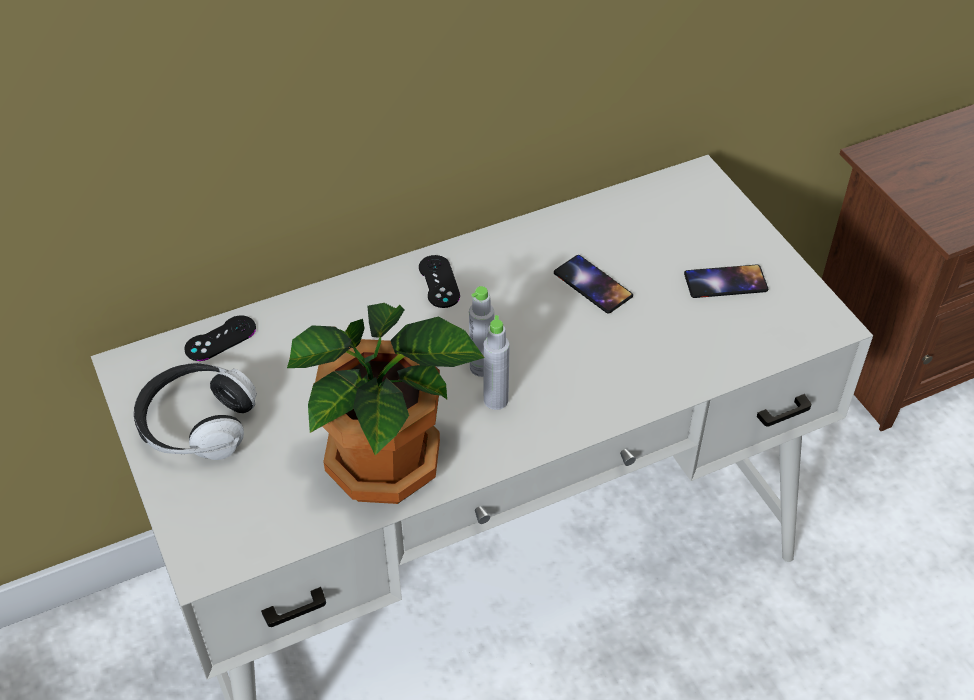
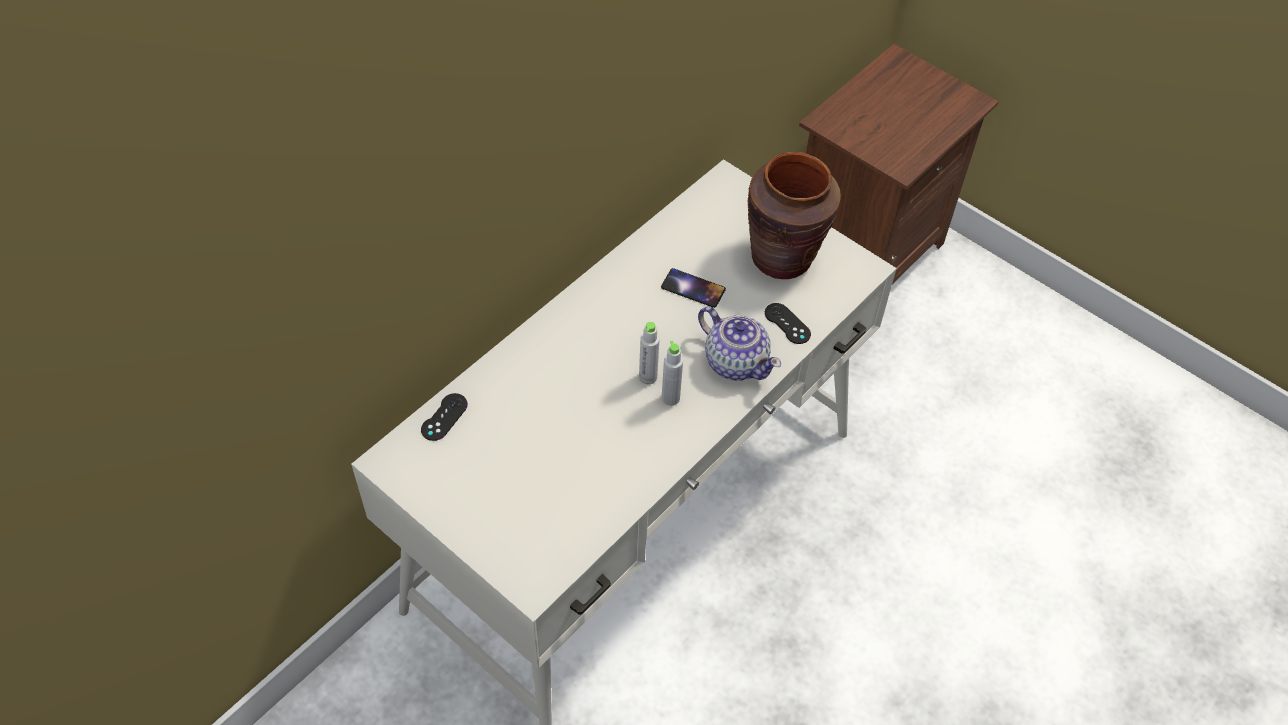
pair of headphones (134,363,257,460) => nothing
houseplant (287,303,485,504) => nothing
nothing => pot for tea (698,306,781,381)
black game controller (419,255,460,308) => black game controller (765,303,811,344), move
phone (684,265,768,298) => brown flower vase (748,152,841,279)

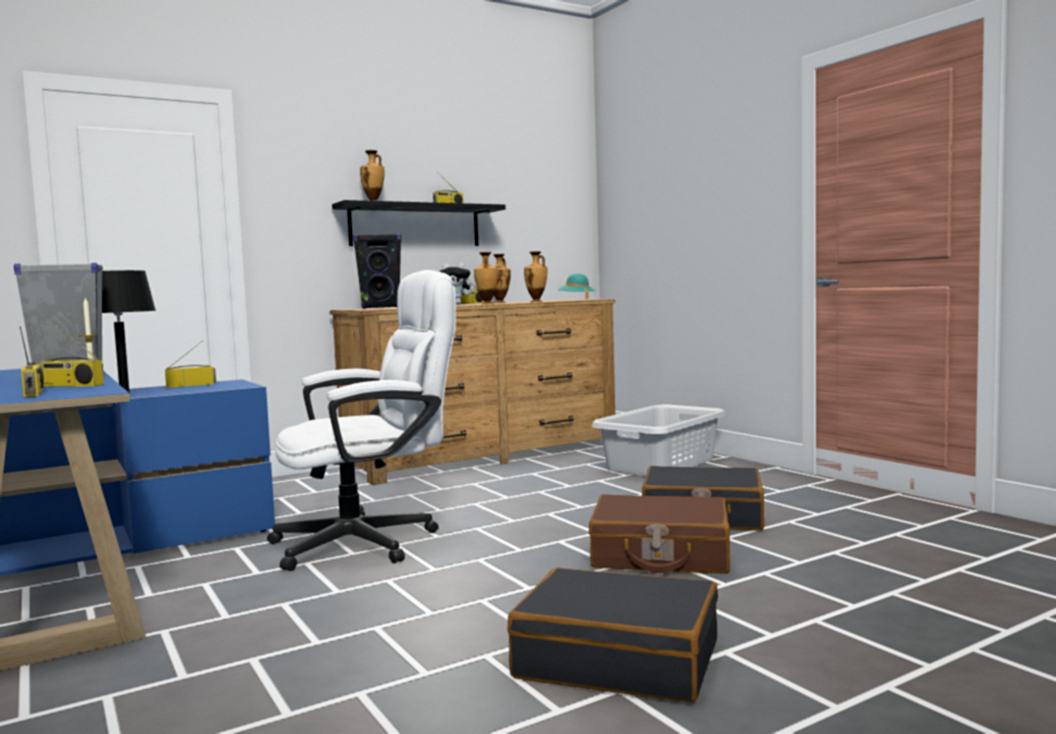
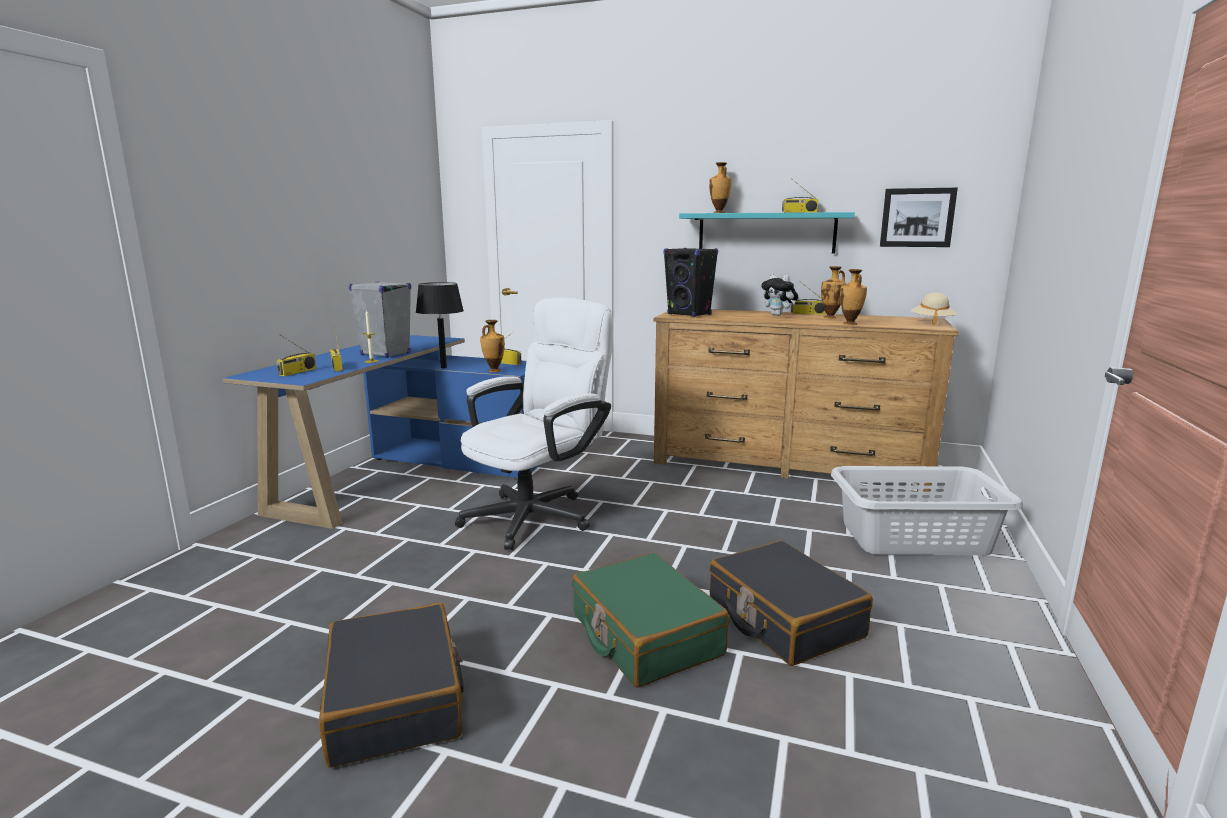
nothing => wall art (880,188,958,247)
flower vase (474,252,498,304) => flower vase (480,320,505,372), move
black shelf (332,200,506,246) => turquoise shelf (679,212,855,254)
turquoise hat (558,273,595,299) => sand-coloured hat (911,292,957,325)
brown suitcase (589,494,730,574) => greenish suitcase (572,553,729,688)
white-coloured office chair (267,270,456,571) => white-coloured office chair (455,298,613,550), 75 degrees counterclockwise

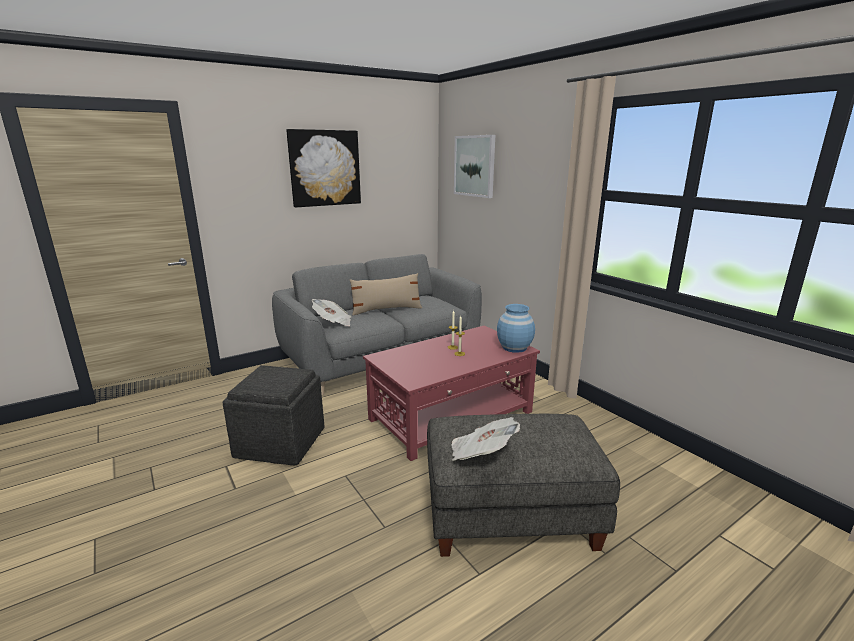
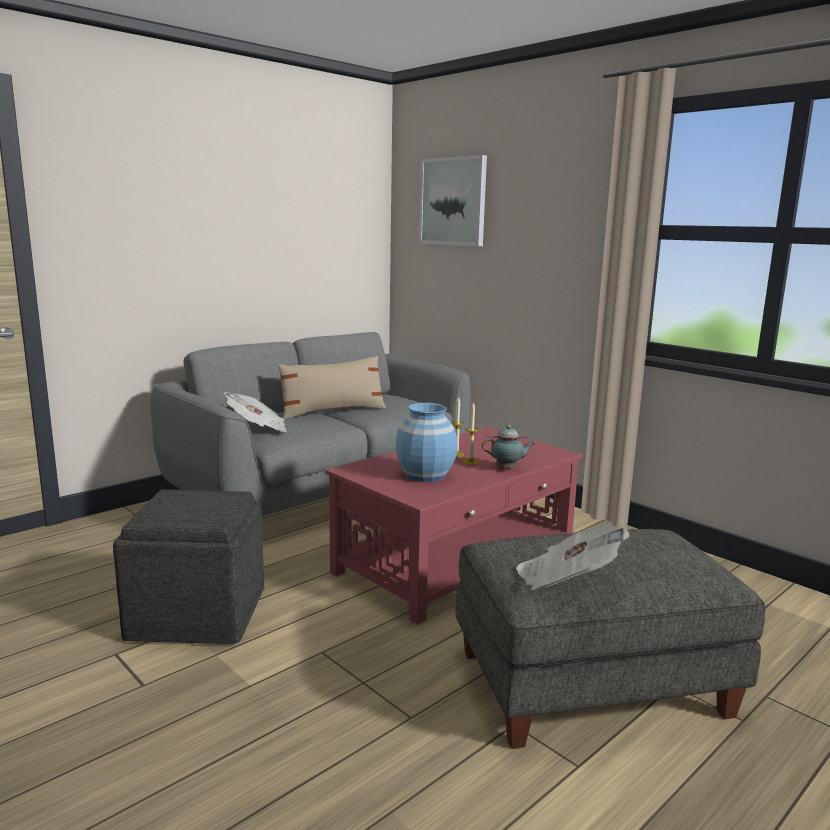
wall art (286,129,361,207) => nothing
nothing => pot for tea (482,425,536,469)
bluish flower vase (497,304,535,353) => bluish flower vase (396,403,458,482), move

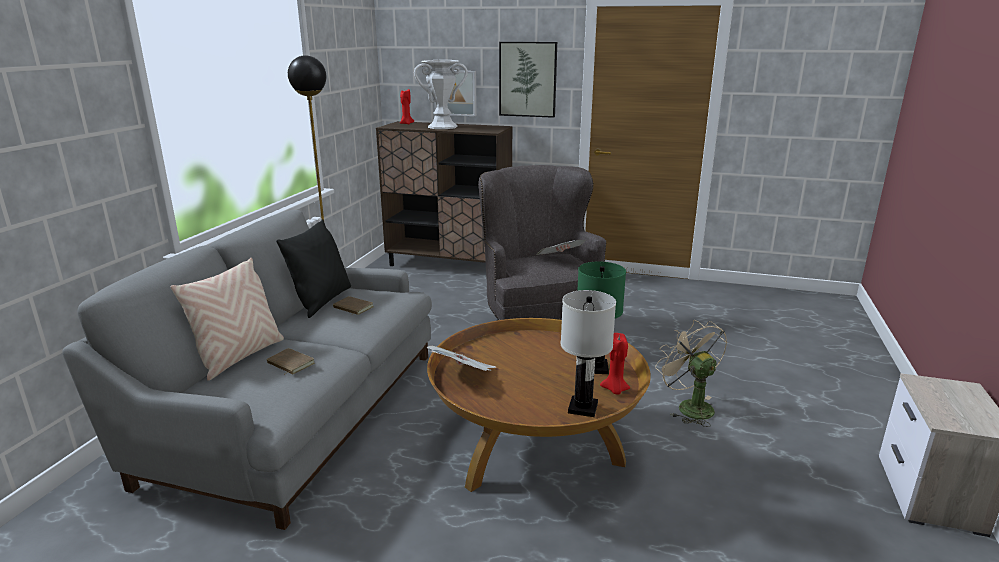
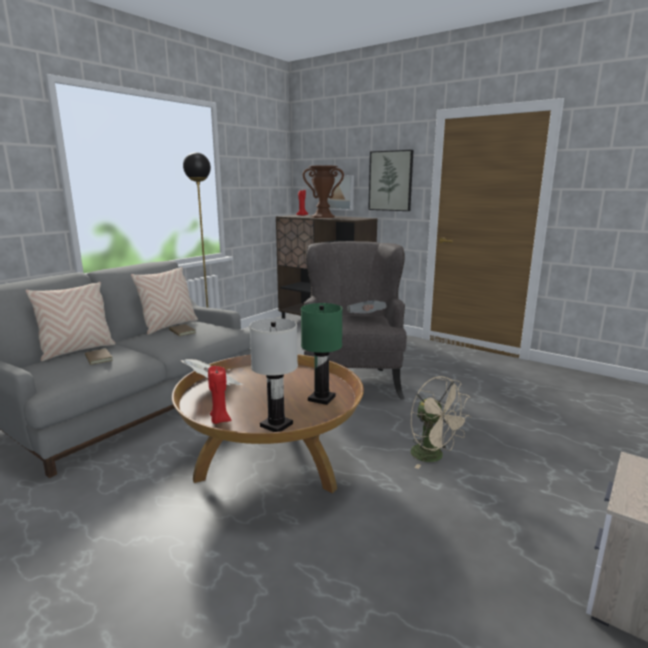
red candle (600,333,630,395) => red candle (208,366,231,424), move
black pillow (276,219,351,318) => sand-coloured pillow (131,267,198,335)
white-coloured flower vase (414,60,468,129) => brown flower vase (303,165,344,218)
sand-coloured electric fan (655,320,727,427) => sand-coloured electric fan (410,376,471,469), 150 degrees clockwise

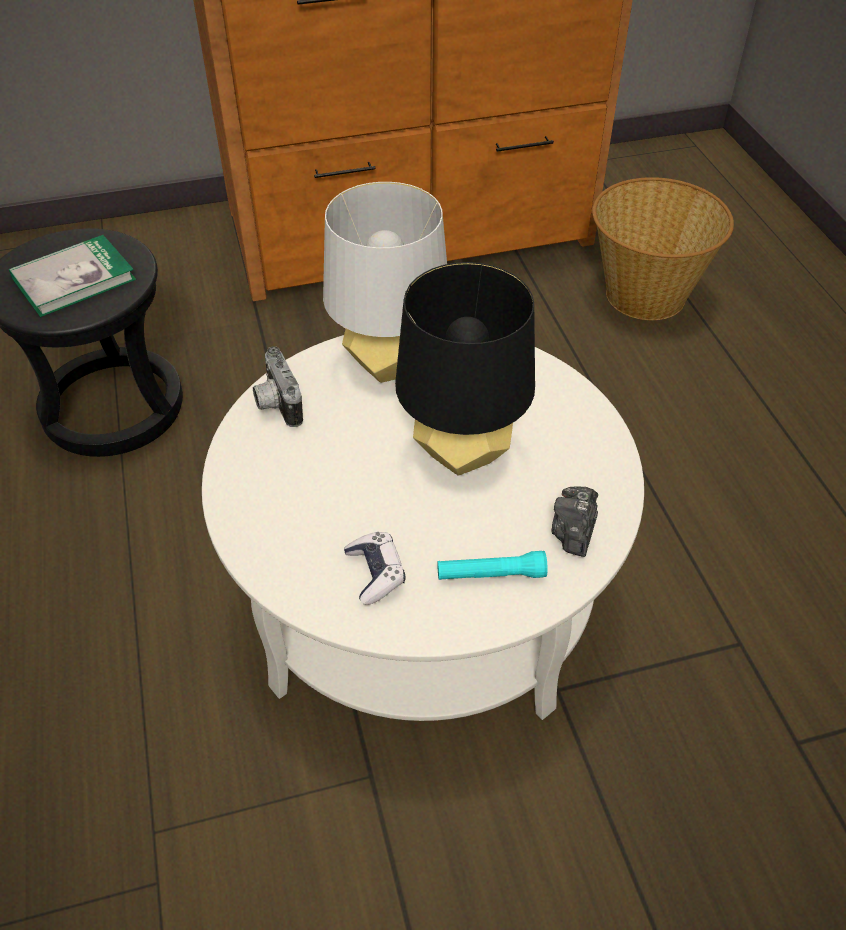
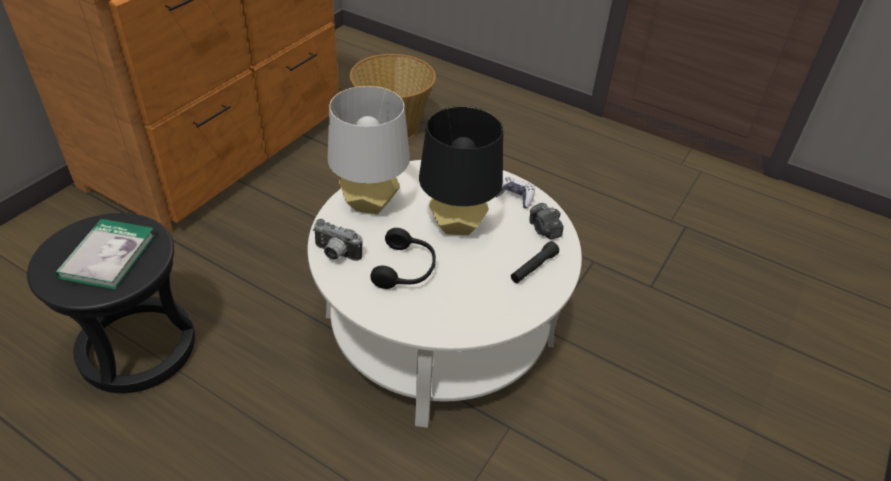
nothing => black pair of headphones (370,228,436,289)
game controller (344,532,405,605) => game controller (496,177,535,209), move
turquoise torch (437,551,548,580) => black torch (511,241,559,283)

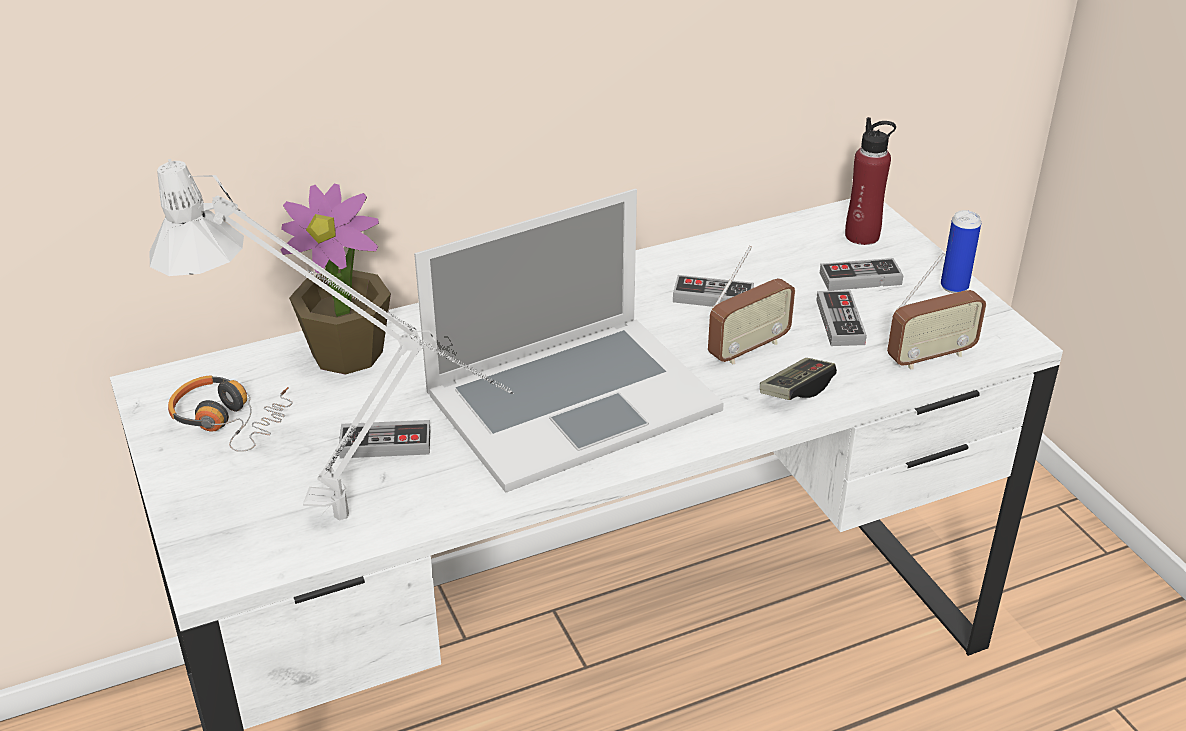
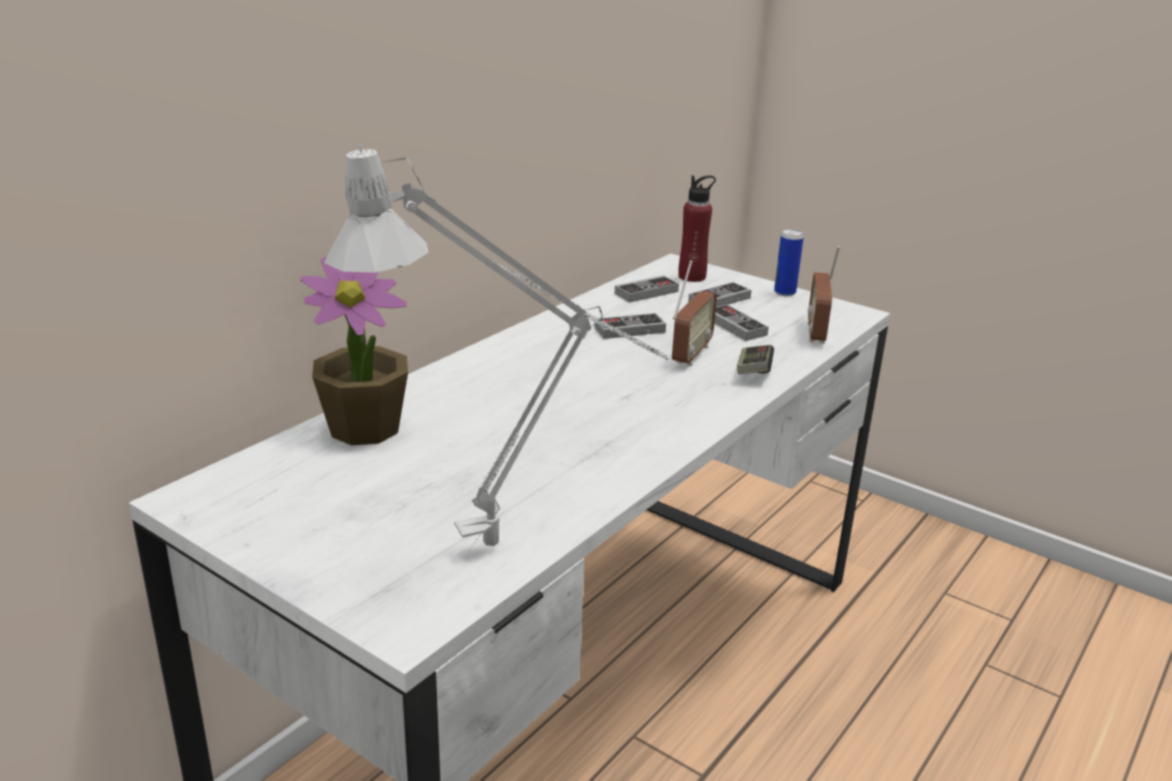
pair of headphones (168,375,293,452) => nothing
portable computer (414,189,724,493) => nothing
game controller (339,420,430,458) => game controller (615,275,679,303), move
radio (887,253,986,370) => radio (807,246,840,343), 150 degrees clockwise

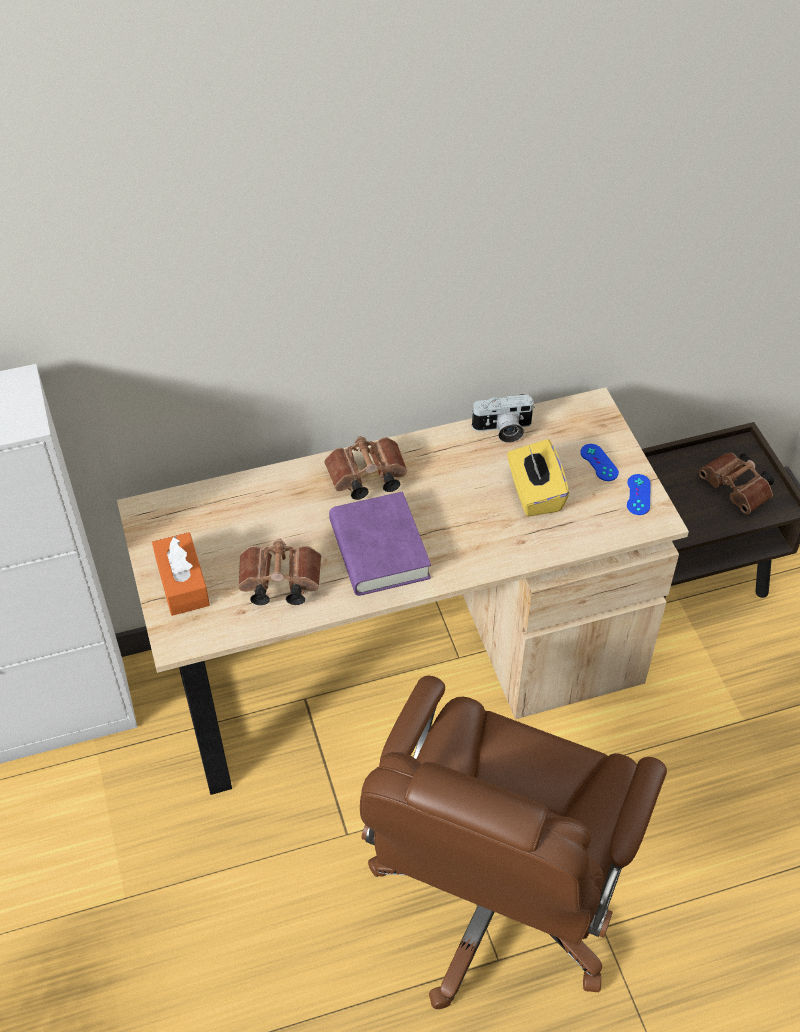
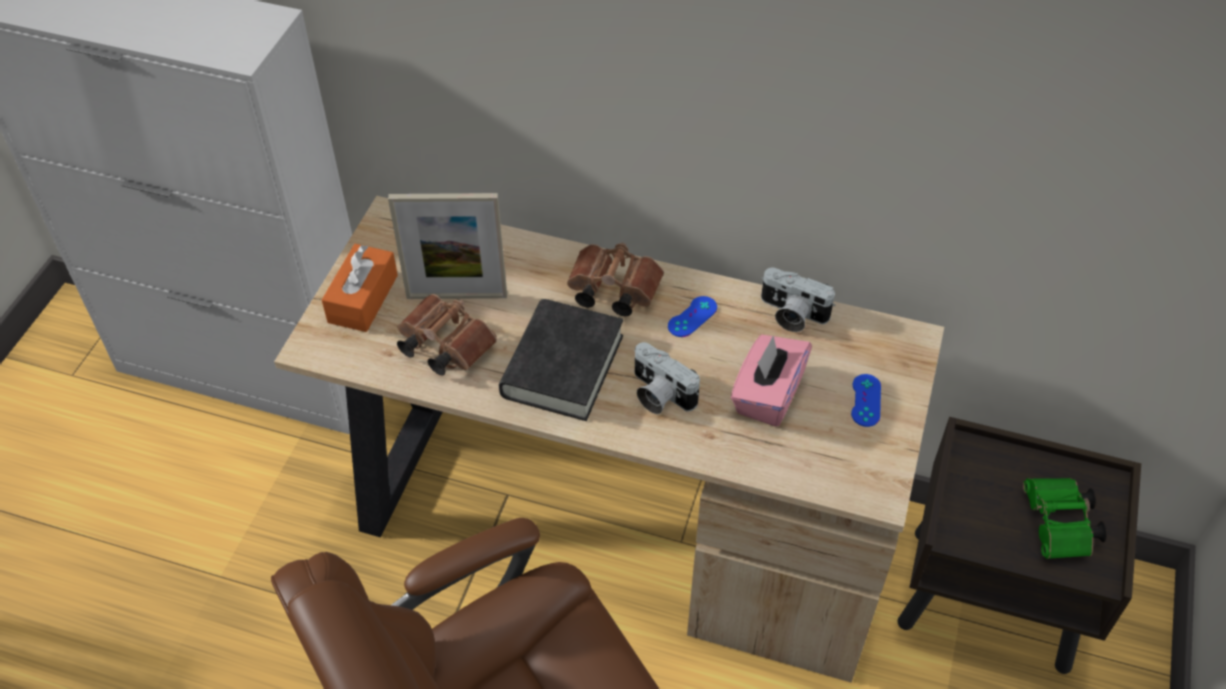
nothing => photo frame (388,193,507,299)
nothing => still camera (635,342,700,414)
bluish game controller (627,474,651,515) => bluish game controller (668,296,717,337), move
purple-coloured volume (329,492,431,596) => black volume (499,299,623,421)
yellow-coloured tissue box (507,439,569,516) => pinkish tissue box (731,335,812,427)
brown pair of binoculars (699,453,774,514) => greenish pair of binoculars (1023,478,1107,559)

